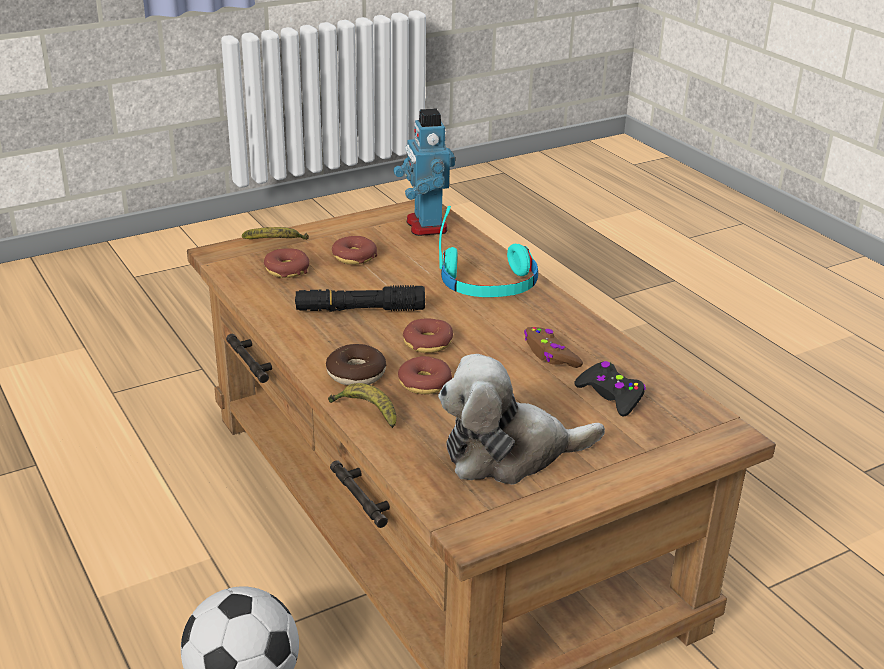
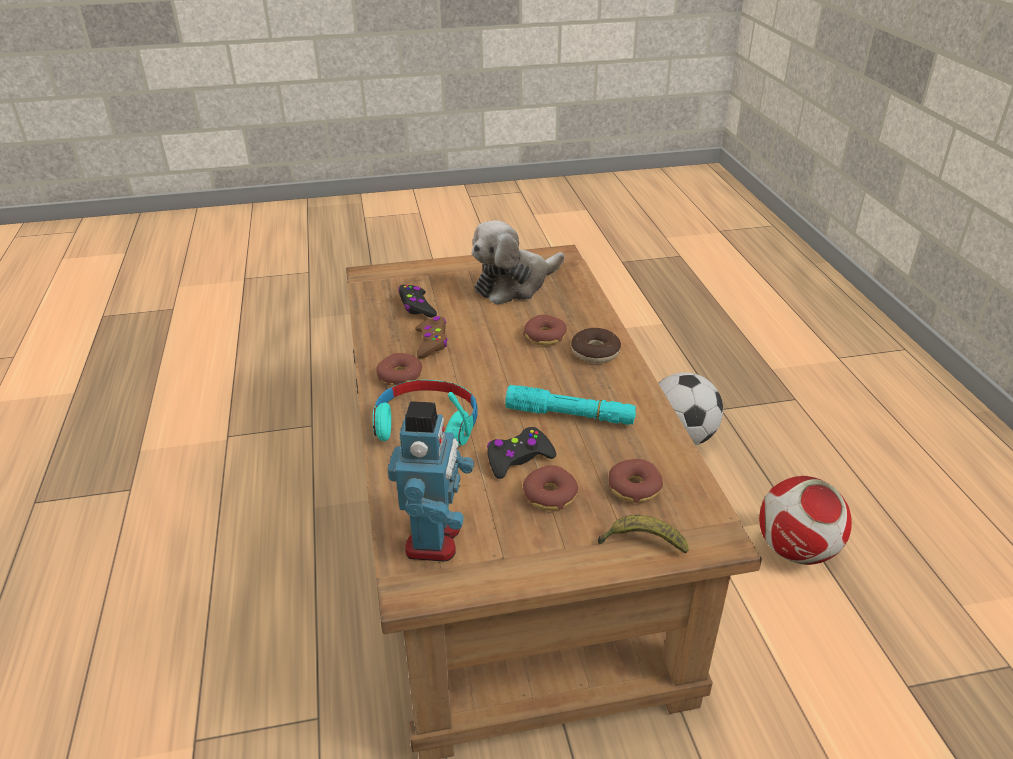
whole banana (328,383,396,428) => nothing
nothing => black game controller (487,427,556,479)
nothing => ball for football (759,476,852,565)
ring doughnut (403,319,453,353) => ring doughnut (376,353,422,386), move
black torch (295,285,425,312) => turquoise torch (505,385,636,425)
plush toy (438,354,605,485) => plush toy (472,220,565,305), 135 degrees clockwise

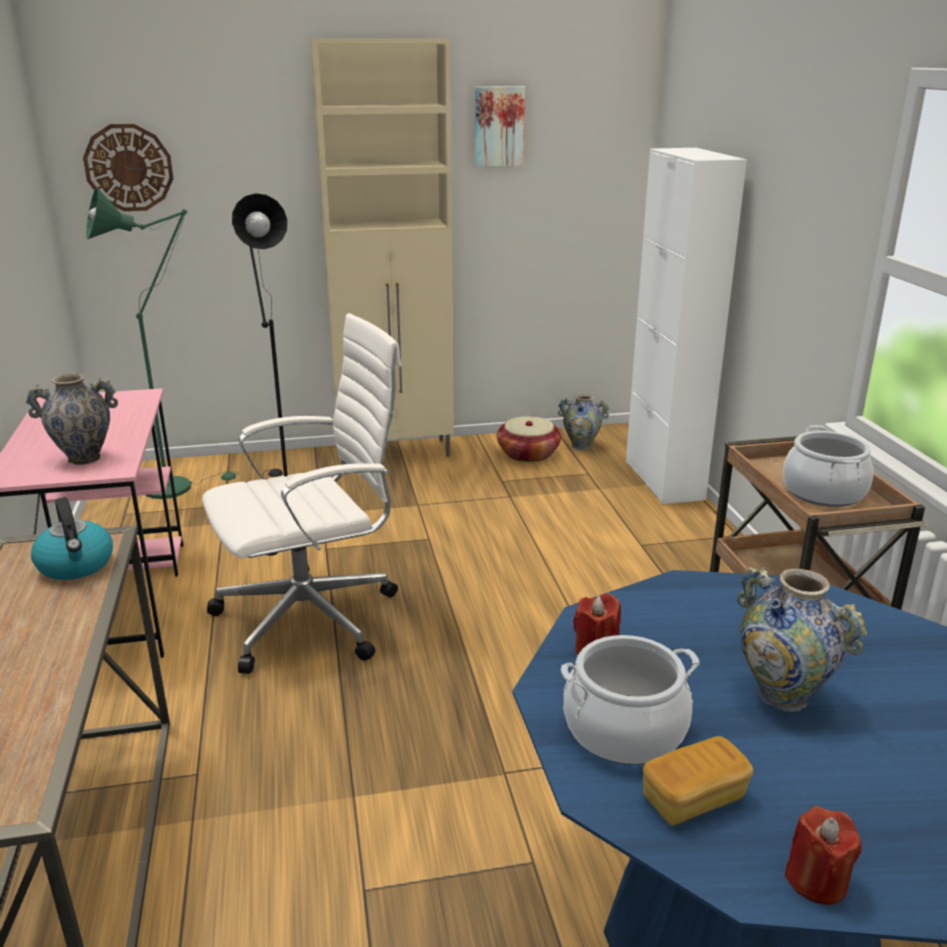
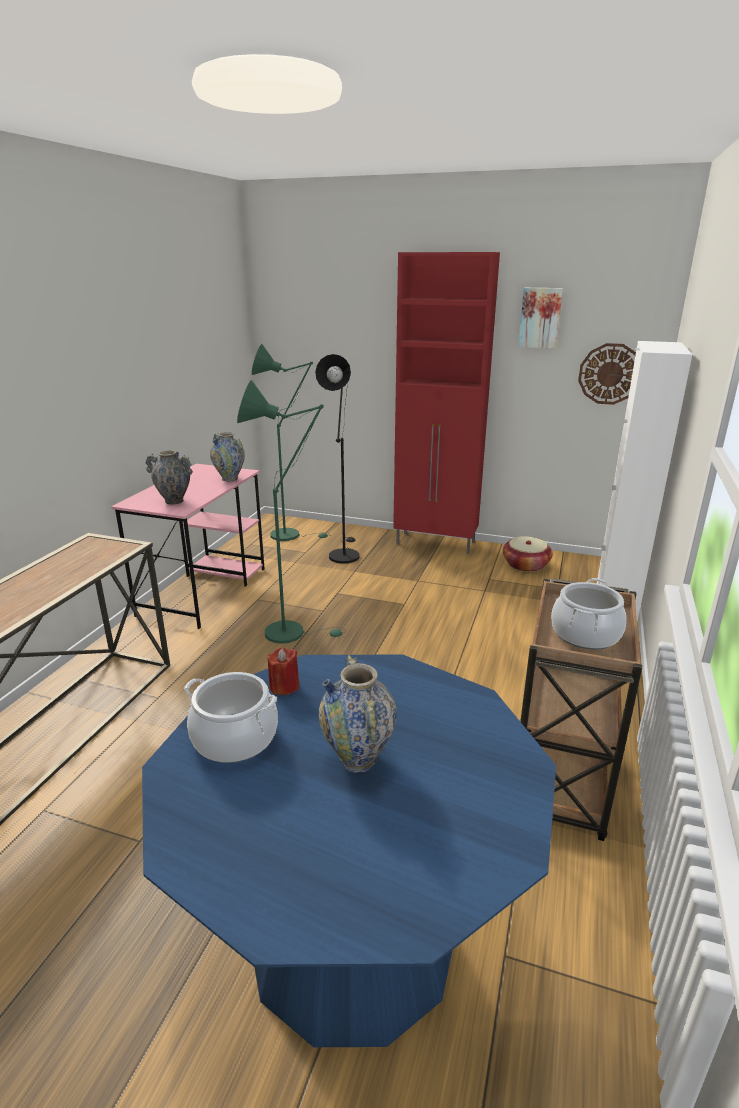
kettle (31,497,113,580) => nothing
bread (643,736,753,825) => nothing
red candle (785,806,862,905) => nothing
clock on the wall (83,124,174,211) => clock on the wall (578,343,636,405), move
flower vase (558,394,609,450) => flower vase (210,432,245,482), move
white-coloured office chair (202,313,402,674) => greenish floor lamp (237,380,346,644)
sand-coloured cabinet (310,38,454,464) => red cabinet (393,252,500,554)

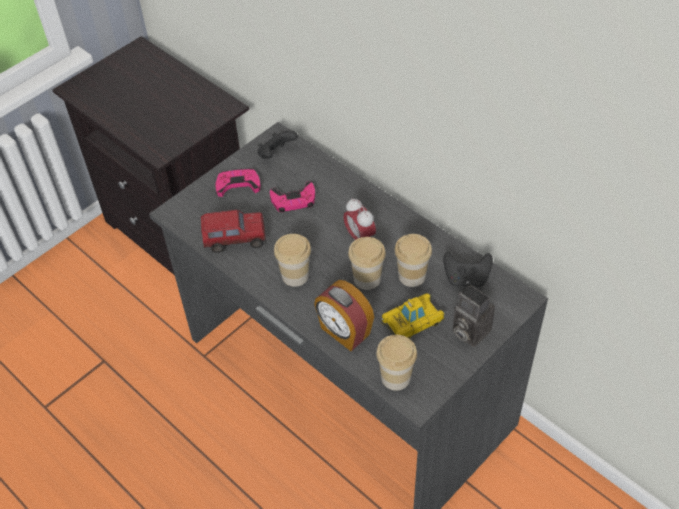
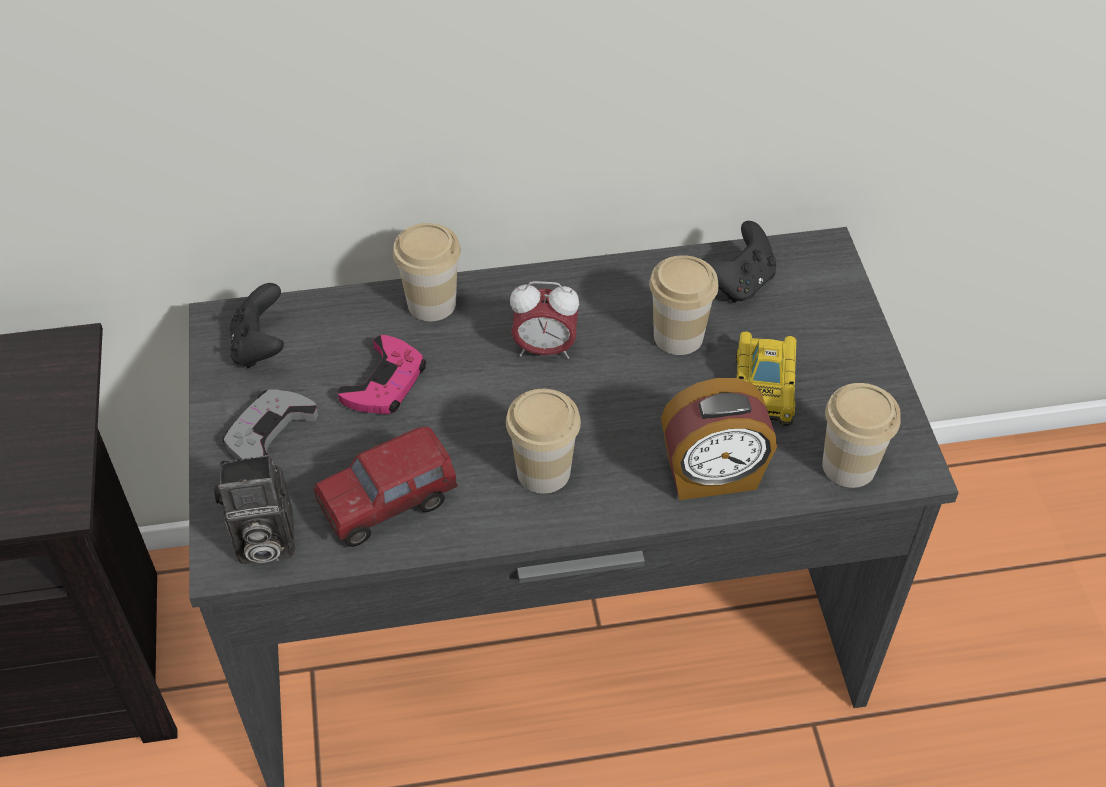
cup (348,237,386,290) => cup (393,223,461,321), move
still camera (452,284,495,347) => still camera (214,455,296,564), move
pinkish game controller (215,168,261,197) => greyish game controller (223,389,318,465)
model truck (201,210,266,253) => model truck (314,427,458,547), 150 degrees counterclockwise

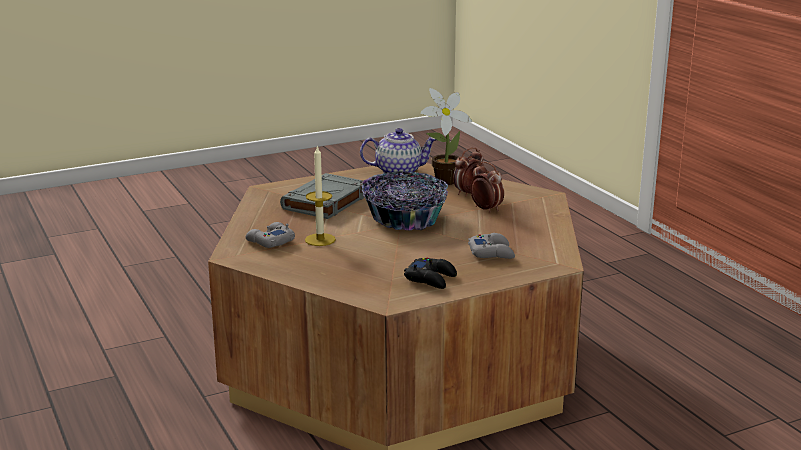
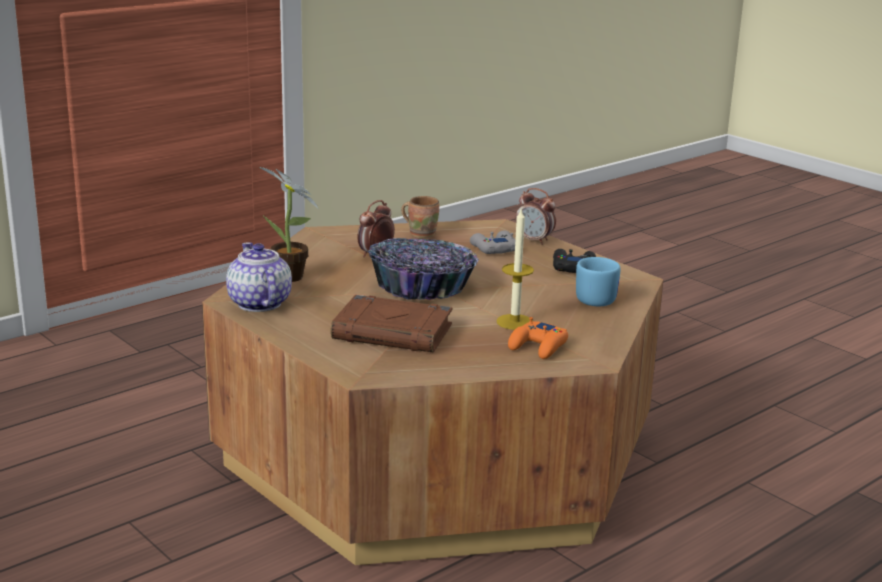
nothing => brown mug (401,196,439,239)
nothing => bluish mug (576,257,621,306)
alarm clock (453,147,485,196) => alarm clock (515,188,556,245), move
greyish game controller (246,222,295,248) => orangey game controller (508,317,568,359)
greyish volume (280,173,364,219) => brown volume (331,295,453,353)

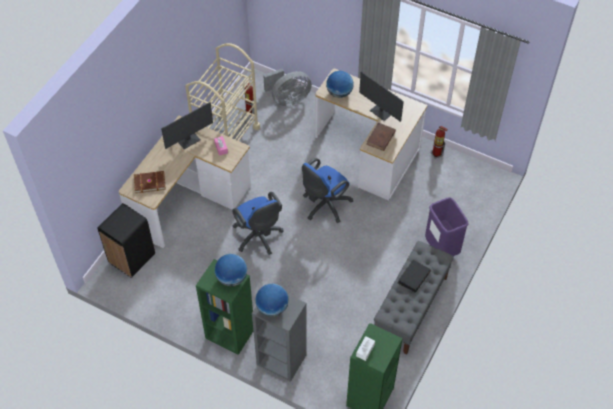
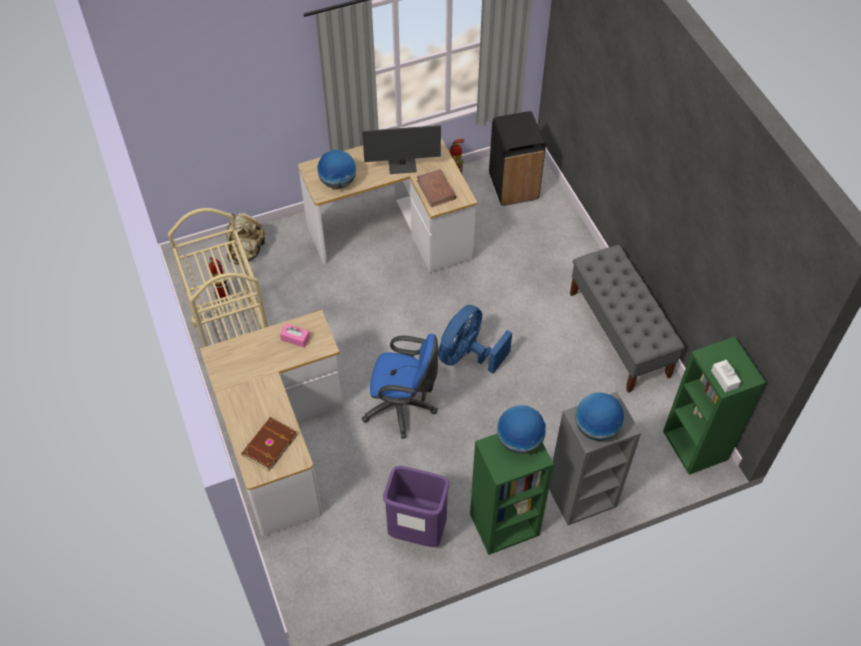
computer display (161,102,213,149) => nothing
bluish office chair (302,158,353,223) => nothing
black volume (397,260,431,293) => nothing
nothing => bluish electric fan (438,305,512,374)
black trash can (97,203,155,278) => black trash can (489,111,546,206), move
purple-coloured trash can (425,197,469,256) => purple-coloured trash can (383,466,450,547), move
greyish electric fan (263,68,312,106) => sand-coloured knapsack (226,212,266,264)

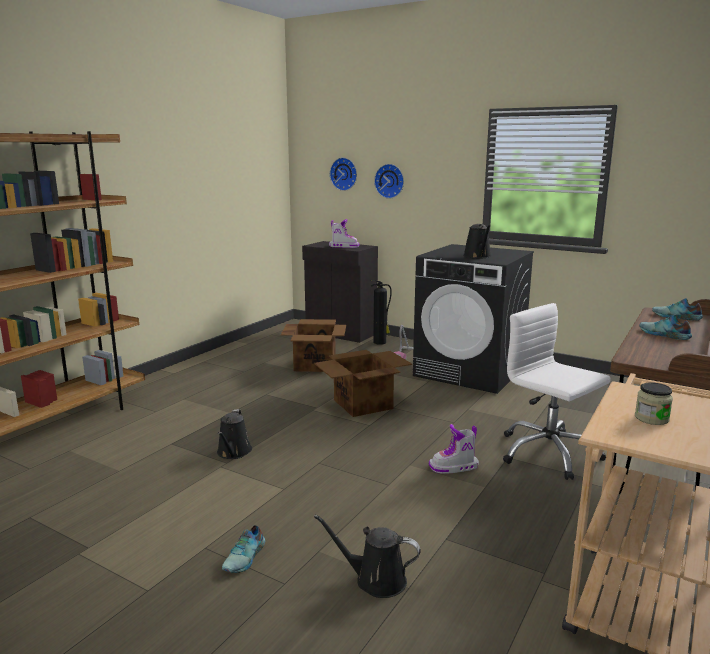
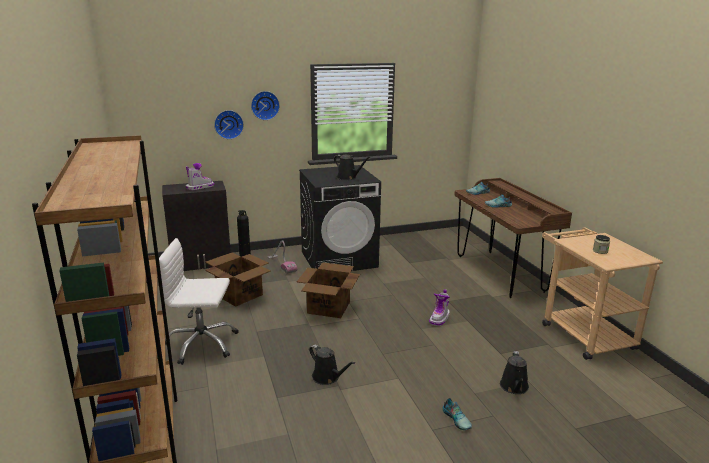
clock on the wall (330,157,357,191) => clock on the wall (251,91,280,120), move
white-coloured office chair (503,303,611,480) => white-coloured office chair (159,238,239,365), move
black sprinkling can (314,514,421,598) => black sprinkling can (500,351,529,394), 45 degrees counterclockwise

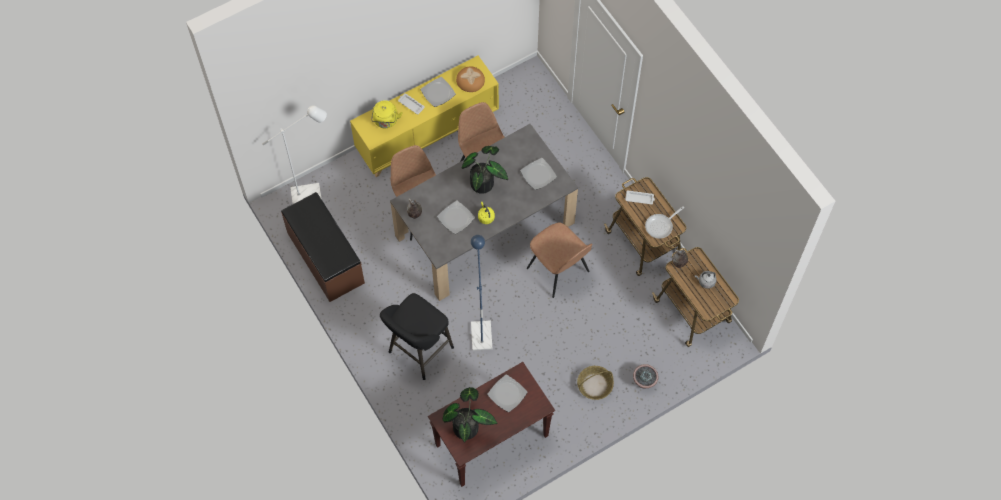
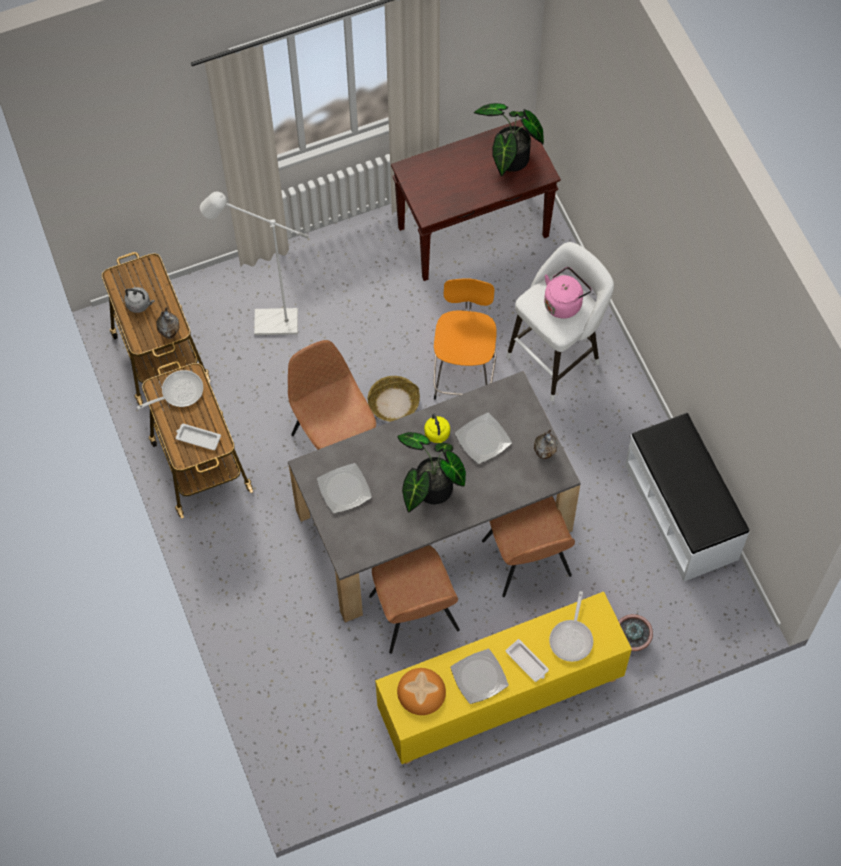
plate (487,374,528,412) => nothing
nothing => pinkish kettle (544,267,592,319)
white-coloured floor lamp (262,105,327,204) => white-coloured floor lamp (200,192,309,335), move
basket (577,366,614,400) => basket (367,376,420,422), move
houseplant (633,364,658,389) => houseplant (619,614,653,651), move
yellow-coloured kettle (371,100,403,128) => skillet (549,591,593,662)
bluish floor lamp (471,235,492,351) => orangey sitting stool (433,278,497,400)
brown long seat (281,192,365,302) => white-coloured long seat (625,413,749,582)
black sitting stool (380,293,454,380) => white-coloured sitting stool (506,242,614,401)

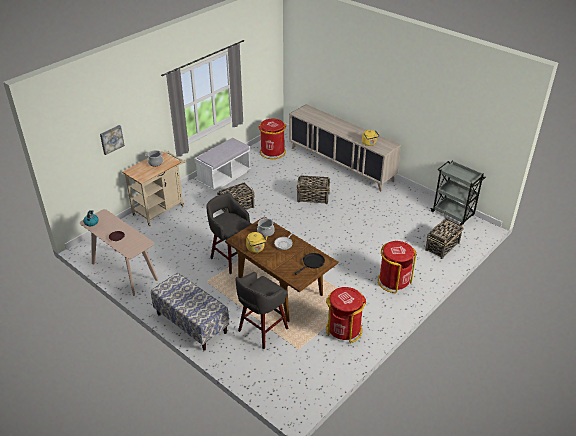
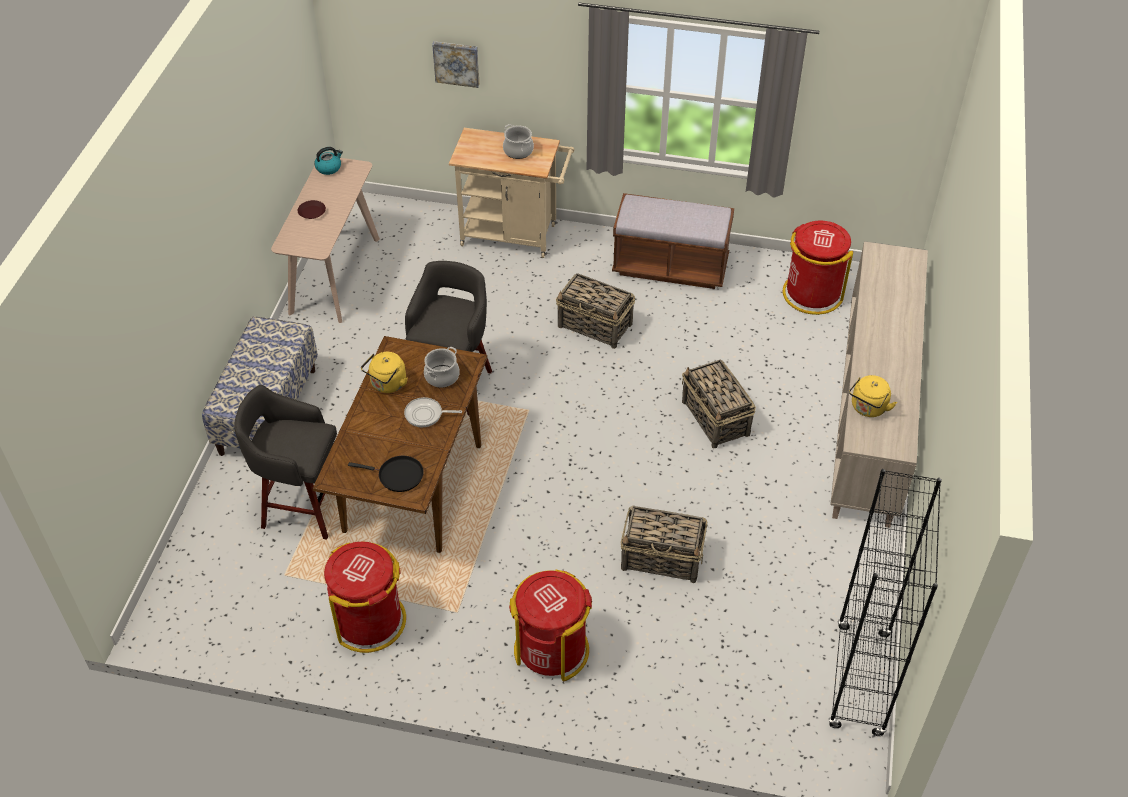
basket (425,218,463,259) => basket (620,505,707,583), move
greyish wheeled cart (430,161,486,225) => black bookshelf (828,469,942,737)
white-coloured long seat (194,138,251,191) => brown long seat (612,193,734,289)

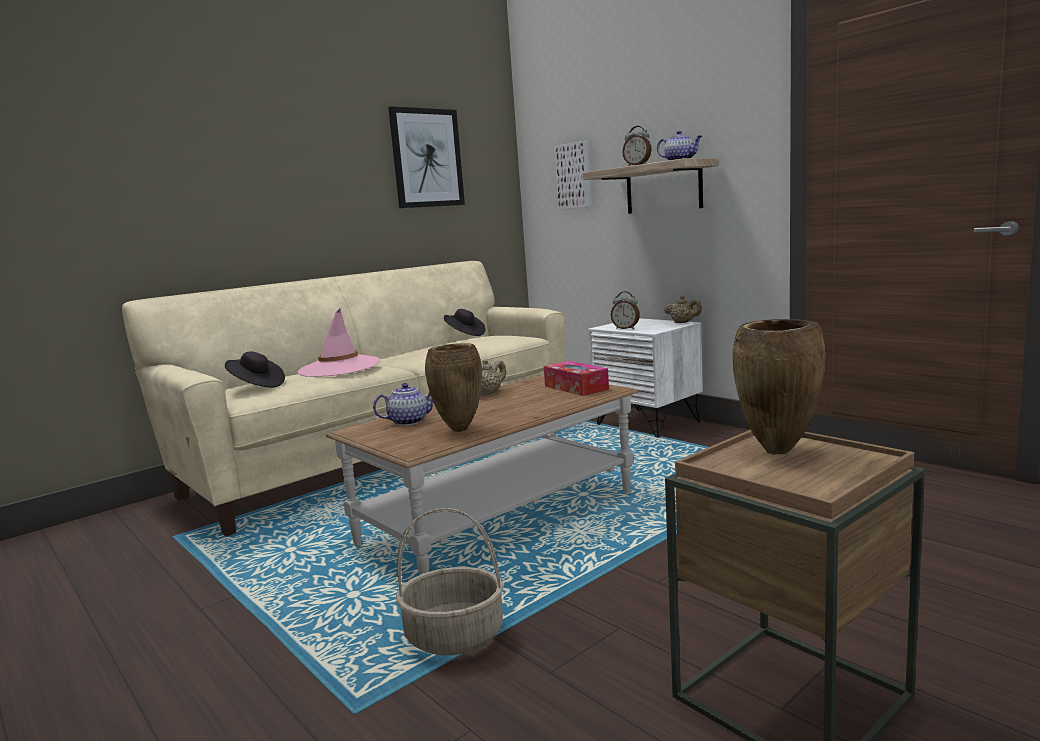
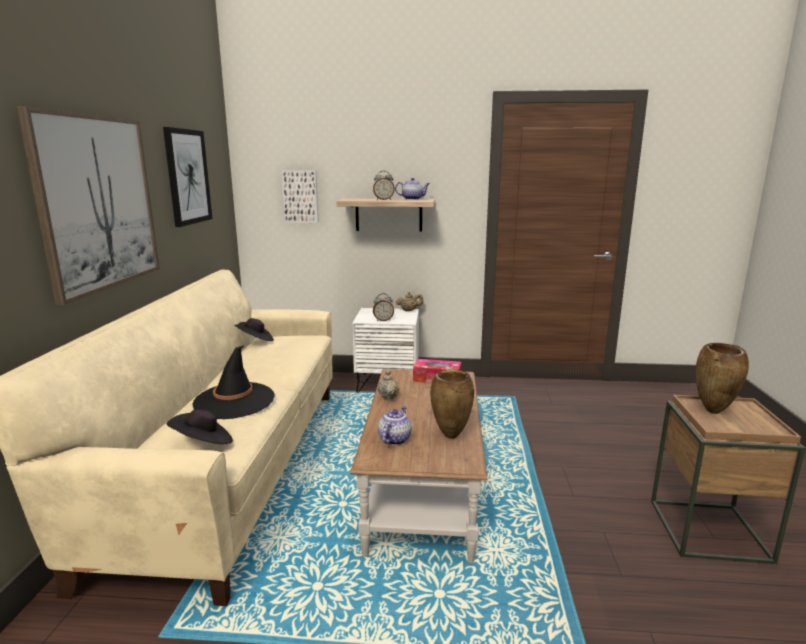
basket (396,508,504,655) => nothing
nothing => wall art (17,107,159,305)
pinkish hat (298,308,380,377) => black hat (192,345,275,419)

